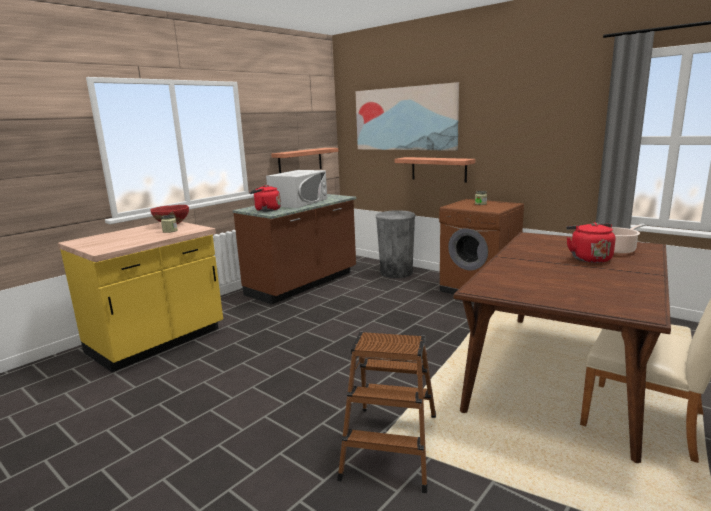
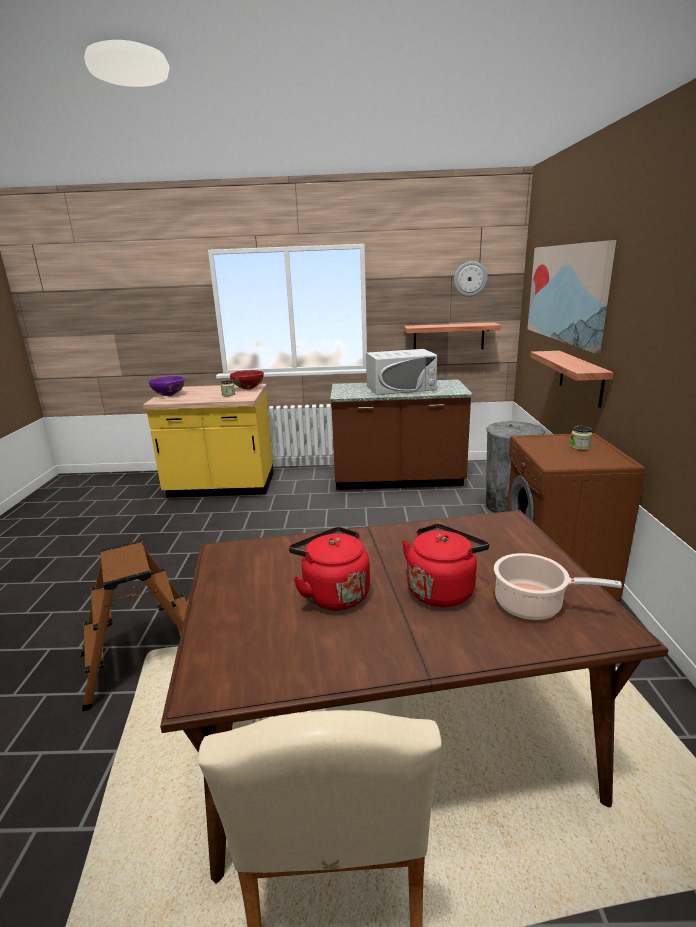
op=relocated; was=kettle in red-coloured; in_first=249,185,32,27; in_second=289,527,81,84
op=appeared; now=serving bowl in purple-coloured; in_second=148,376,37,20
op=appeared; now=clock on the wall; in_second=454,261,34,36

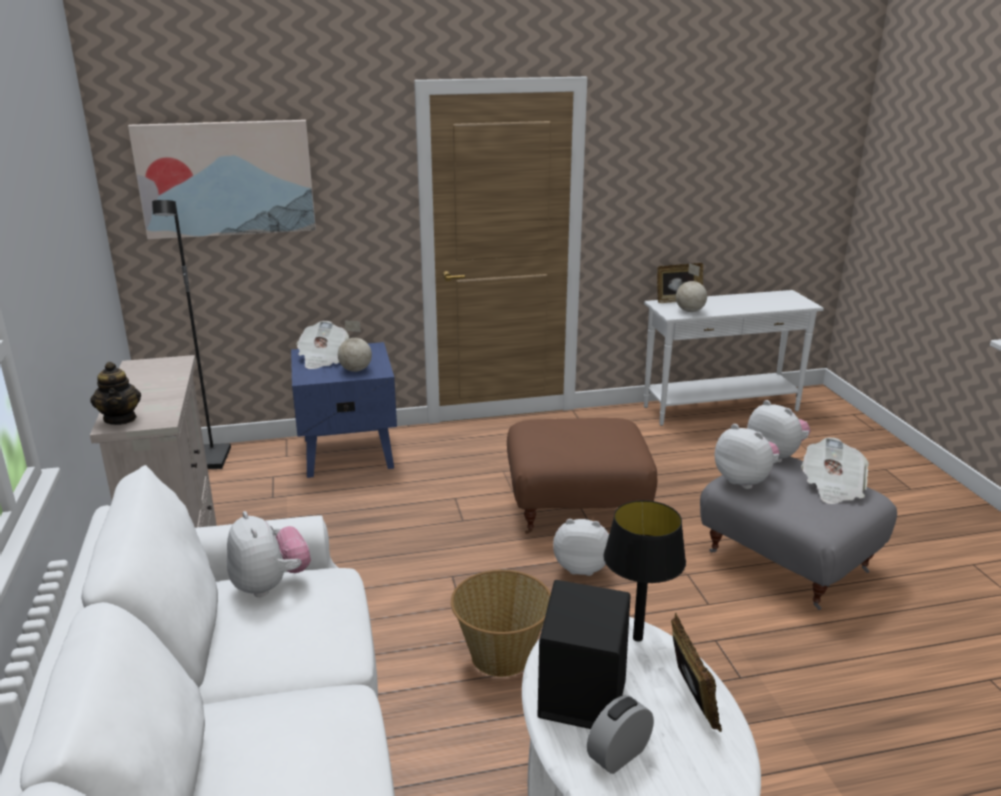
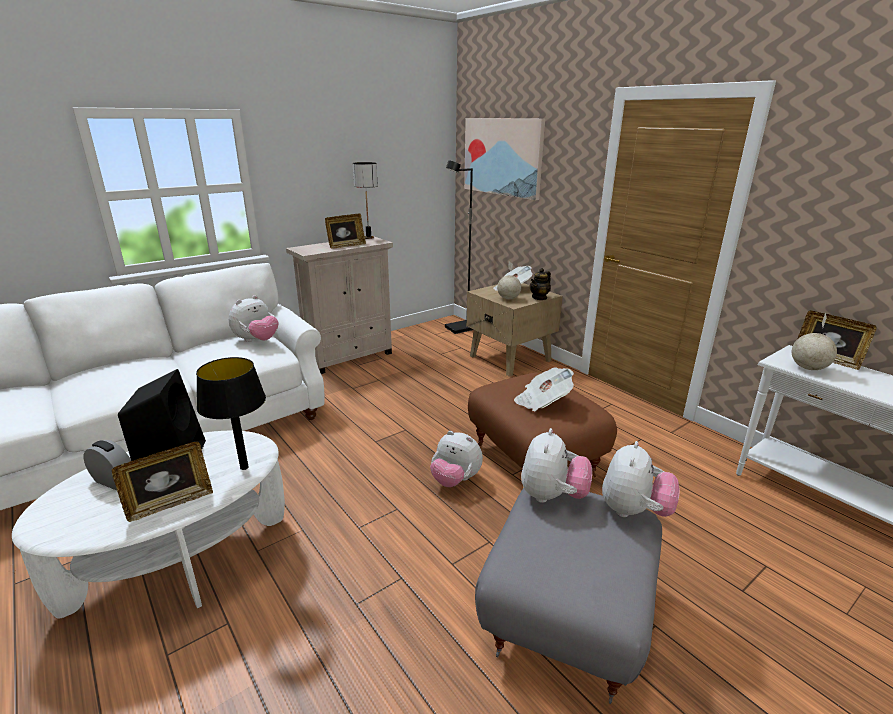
op=relocated; was=pot for tea; in_first=90,362,51,63; in_second=530,268,21,32
op=colour; was=night table in blue-coloured; now=night table in sand-coloured; in_first=291,342,106,136; in_second=466,283,97,94
op=missing; was=basket; in_first=451,570,100,107
op=spun; was=cuddly toy; in_first=553,519,56,57; in_second=430,431,53,56; clockwise=135
op=relocated; was=newspaper; in_first=801,437,68,67; in_second=514,367,60,44
op=appeared; now=standing frame; in_second=325,214,41,35
op=appeared; now=table lamp; in_second=353,162,25,77

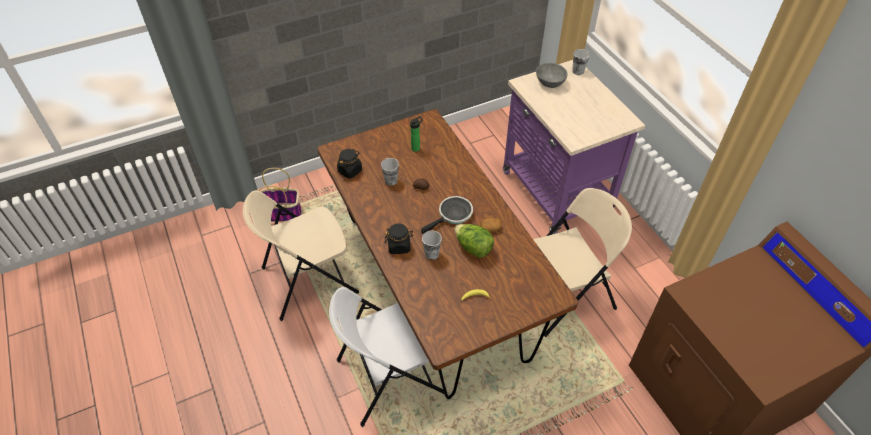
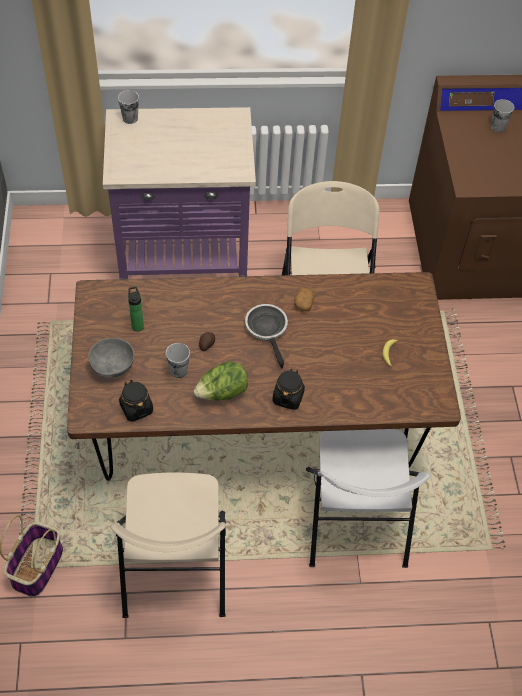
op=relocated; was=small cup; in_first=422,231,20,29; in_second=491,99,23,33
op=relocated; was=lettuce; in_first=454,224,40,34; in_second=194,362,54,39
op=relocated; was=serving bowl in grey; in_first=536,63,32,25; in_second=88,338,46,40

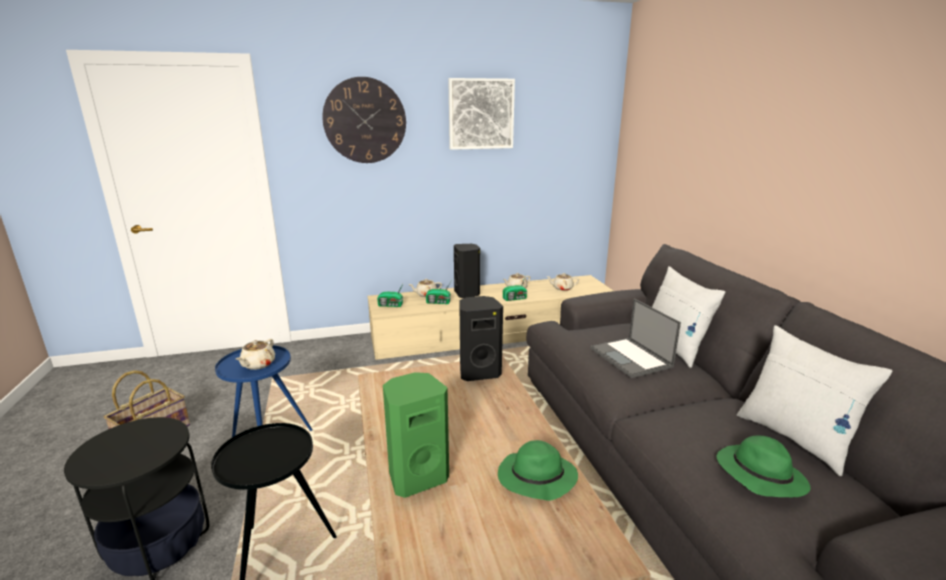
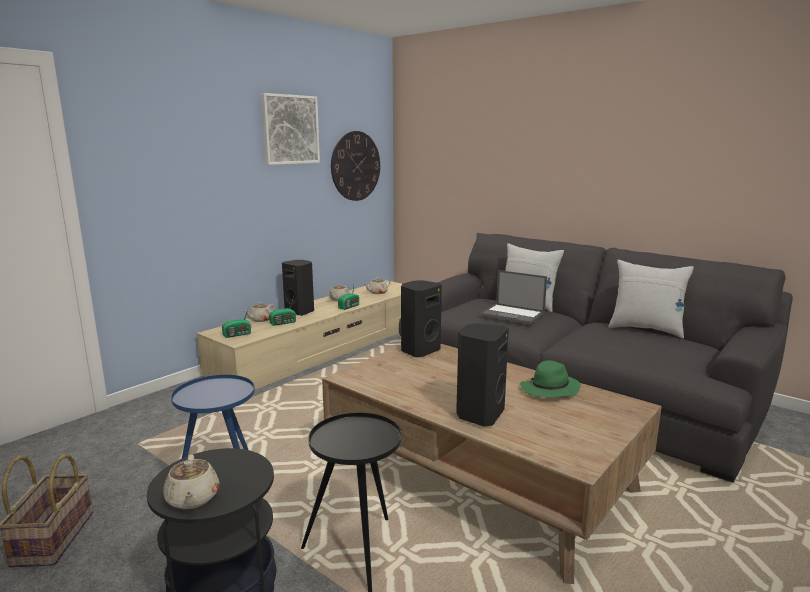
op=relocated; was=pot for tea in sand-coloured; in_first=236,339,39,31; in_second=163,455,56,54
op=relocated; was=clock on the wall; in_first=322,77,84,86; in_second=331,131,49,70
op=colour; was=loudspeaker in green-coloured; now=loudspeaker in black; in_first=383,372,66,126; in_second=456,323,53,104
op=missing; was=clothing hat in green-coloured; in_first=717,436,94,61

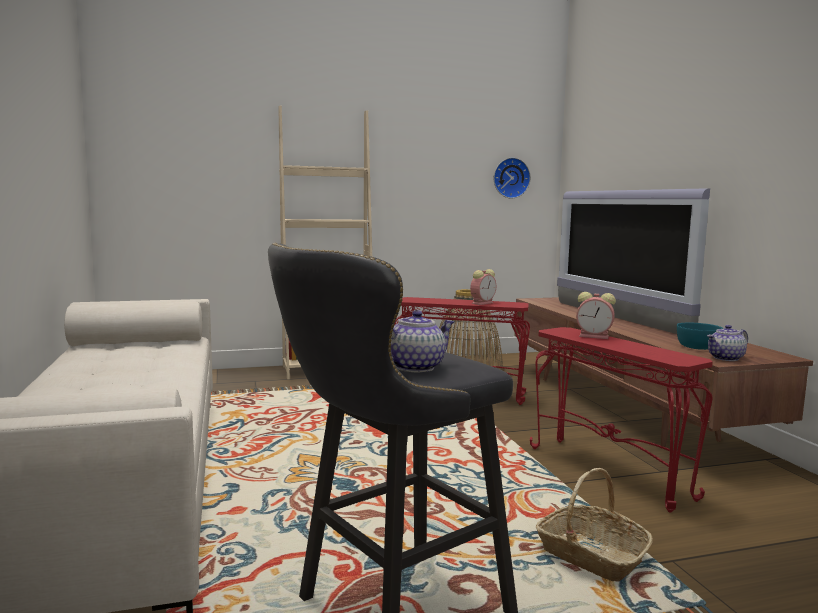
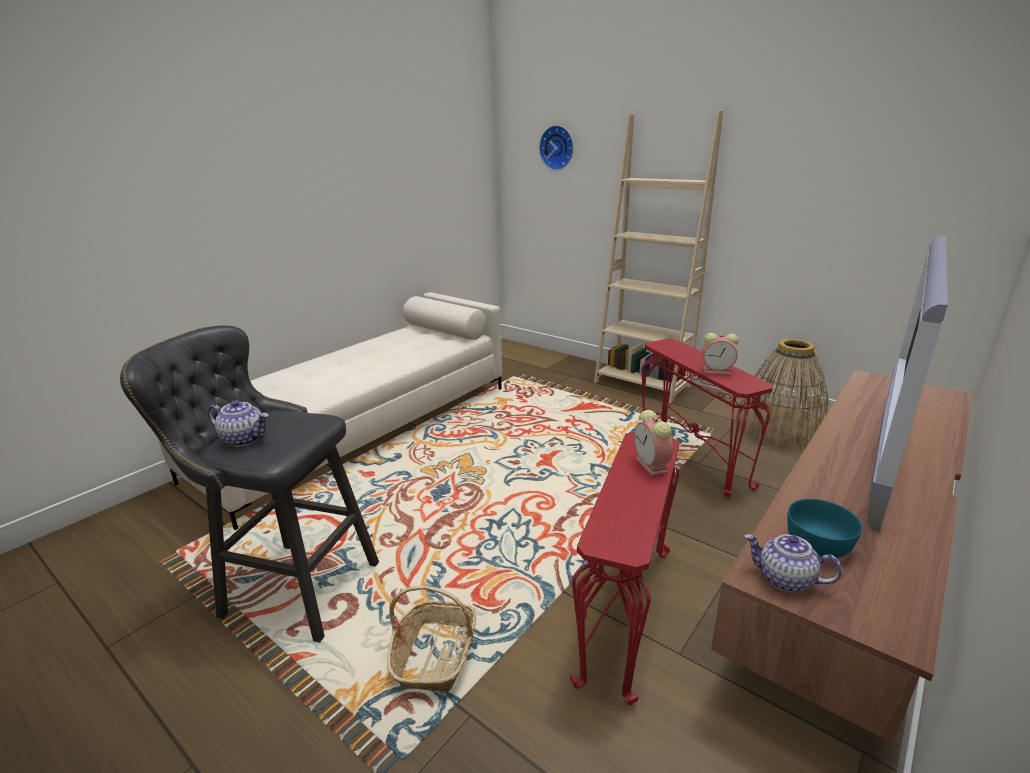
op=relocated; was=clock on the wall; in_first=494,157,37,41; in_second=539,125,35,45

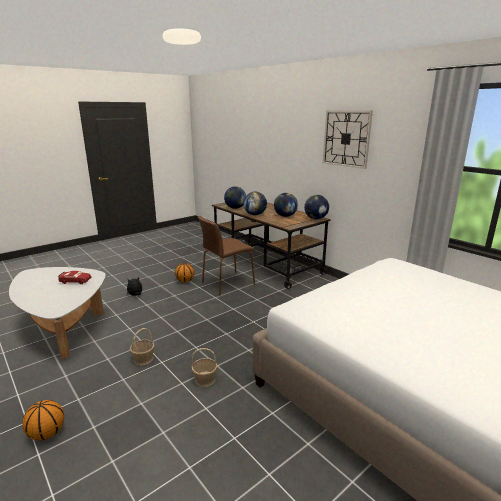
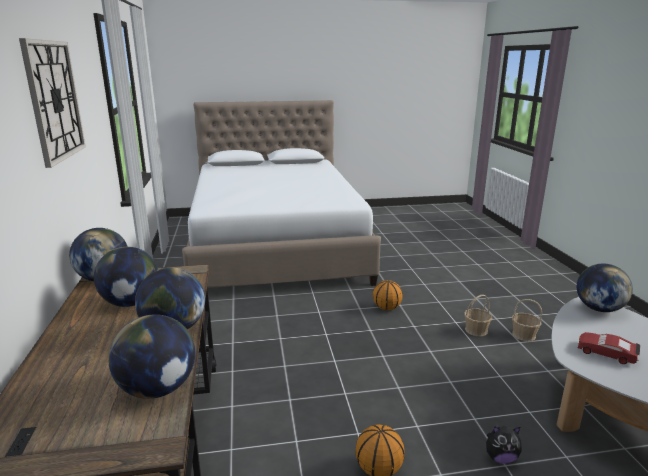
op=relocated; was=basketball ball; in_first=22,400,42,41; in_second=373,280,30,30
op=relocated; was=basket; in_first=192,348,25,39; in_second=512,299,30,42
op=missing; was=chair in brownish; in_first=198,216,57,79
op=appeared; now=globe; in_second=577,264,56,48

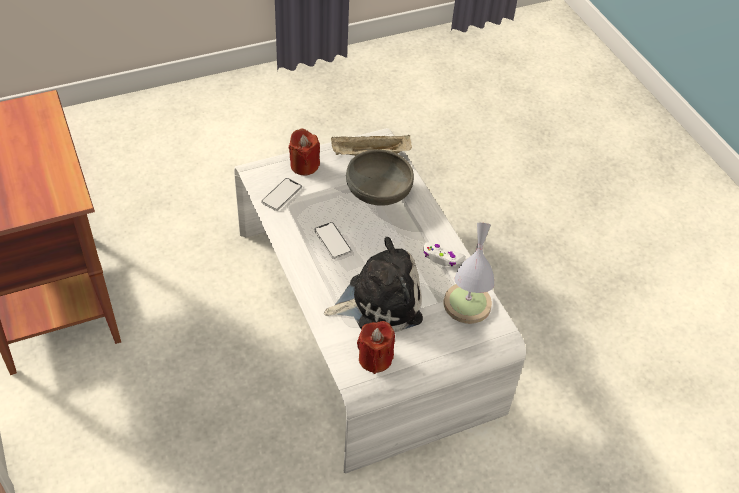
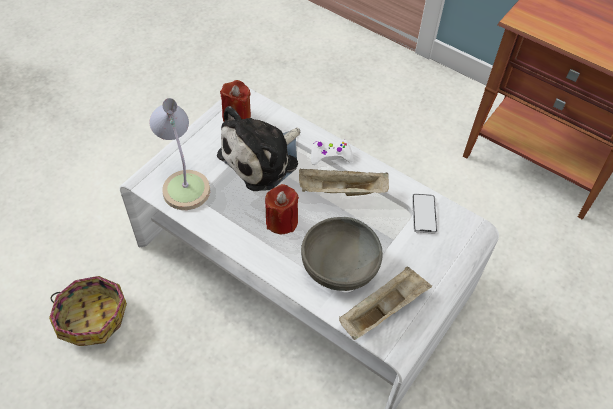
op=relocated; was=wax light in red-coloured; in_first=289,128,31,47; in_second=265,184,34,50
op=exchanged; was=handset; now=carrying tray in sand-coloured; in_first=314,222,38,37; in_second=299,168,90,28
op=relocated; was=game controller in whitish; in_first=423,242,43,25; in_second=311,139,42,26
op=appeared; now=basket; in_second=49,276,78,70

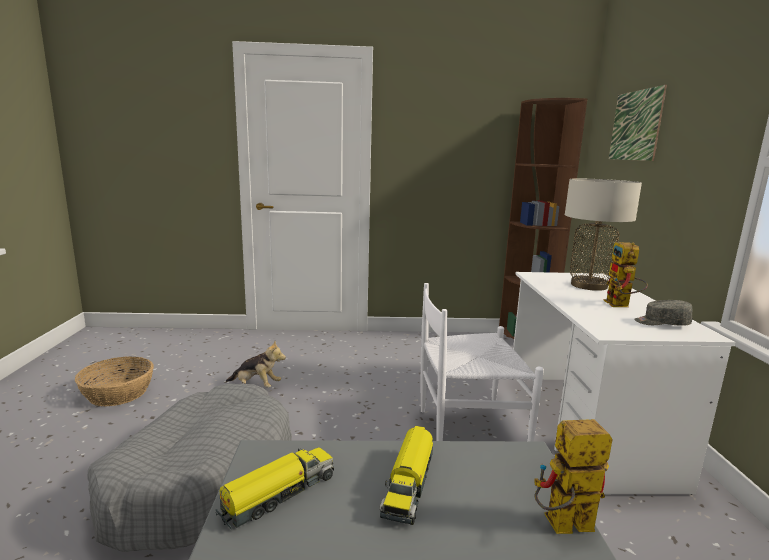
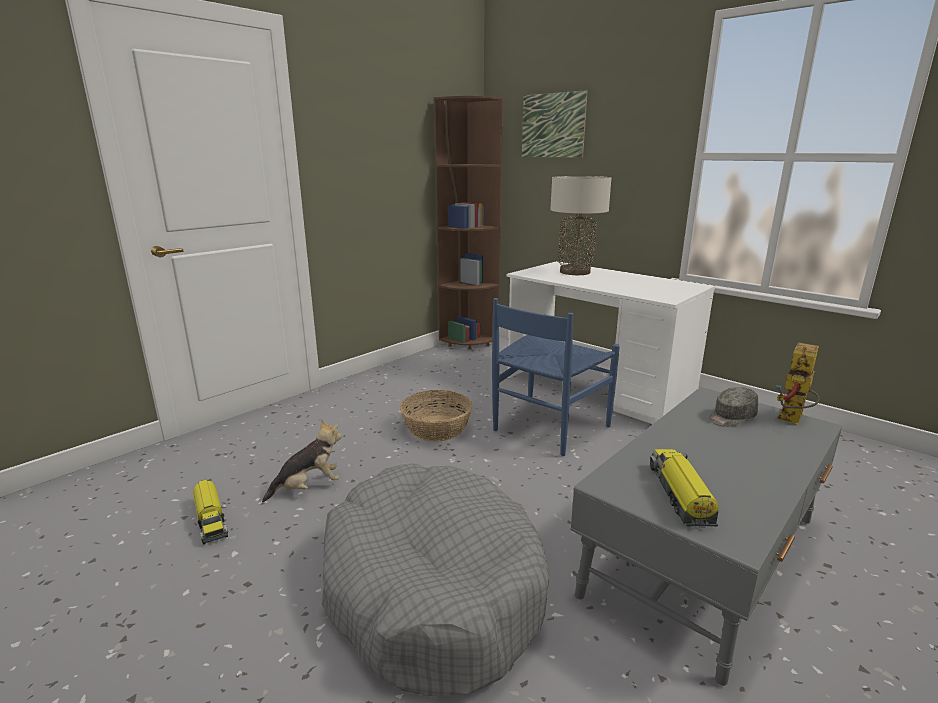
op=relocated; was=basket; in_first=75,356,79,50; in_second=400,390,73,51
op=relocated; was=toy lorry; in_first=379,426,54,99; in_second=193,480,35,65
op=colour; was=chair in whitish; now=chair in blue-coloured; in_first=421,283,123,159; in_second=492,298,128,158
op=missing; was=robot figure; in_first=604,242,44,65
op=relocated; was=cap in grey; in_first=634,300,58,26; in_second=709,387,49,40

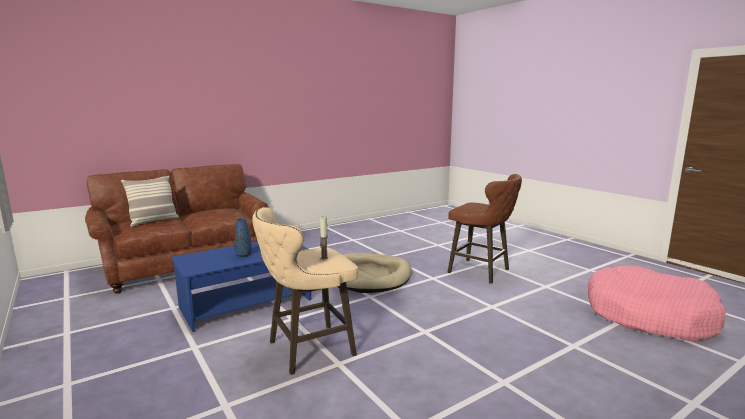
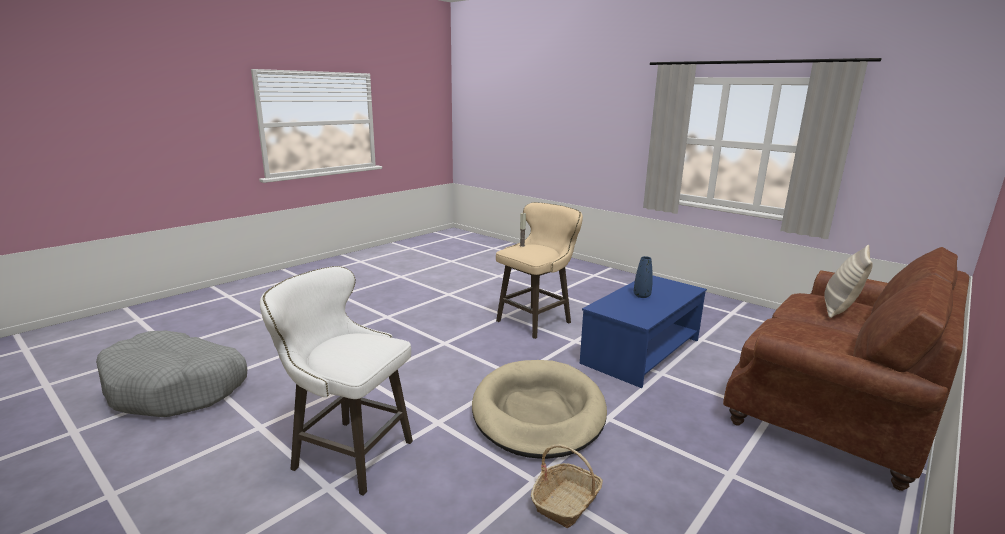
op=colour; was=stool in brownish; now=stool in whitish; in_first=447,174,75,110; in_second=260,266,153,230
op=colour; was=dog bed in pink; now=dog bed in grey; in_first=588,266,138,76; in_second=96,331,151,86
op=appeared; now=basket; in_second=531,444,72,84

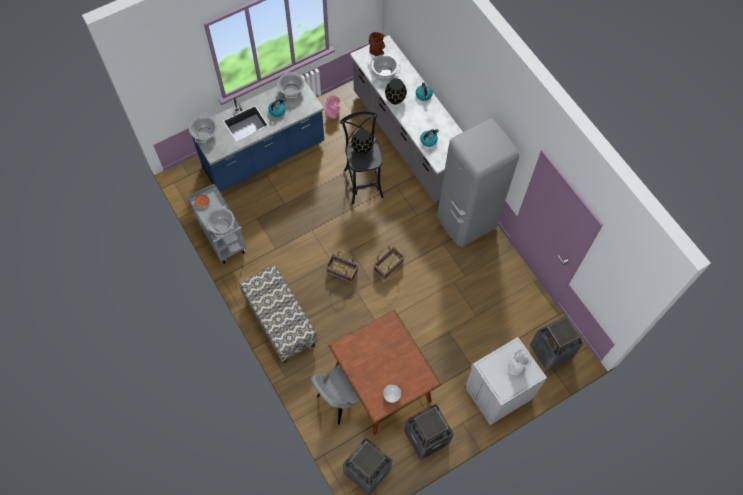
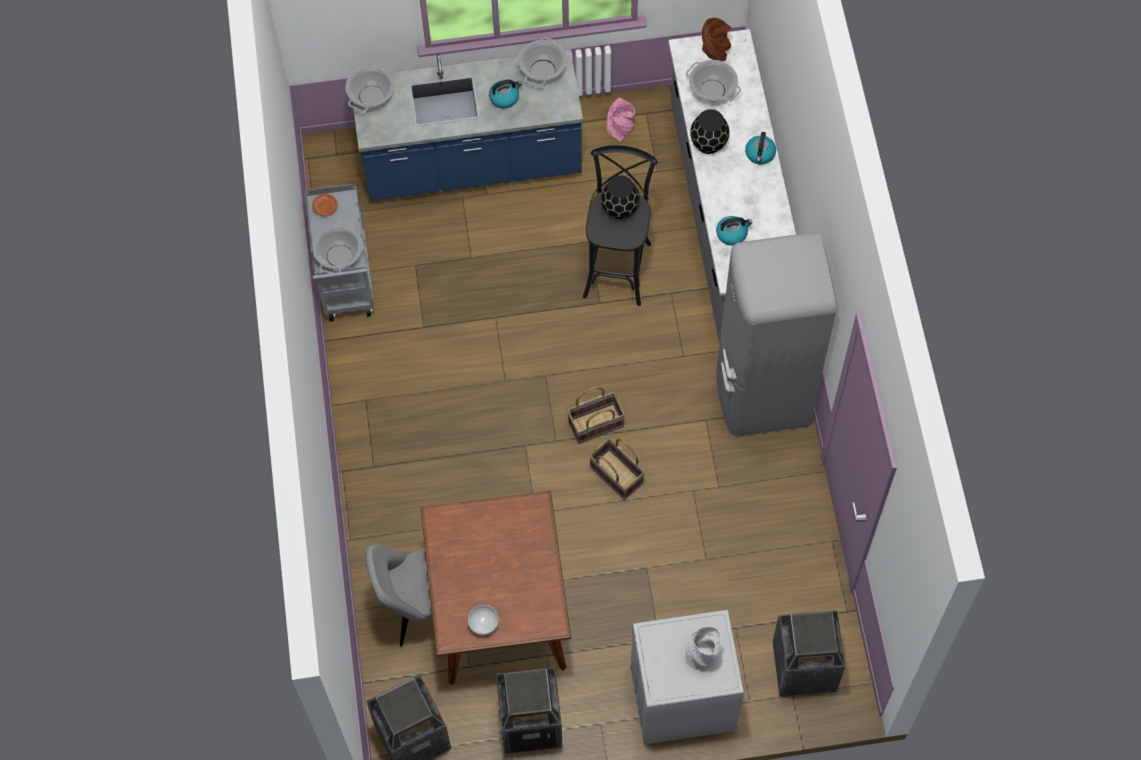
op=missing; was=bench; in_first=240,265,78,98
op=relocated; was=basket; in_first=326,251,32,32; in_second=589,438,56,62

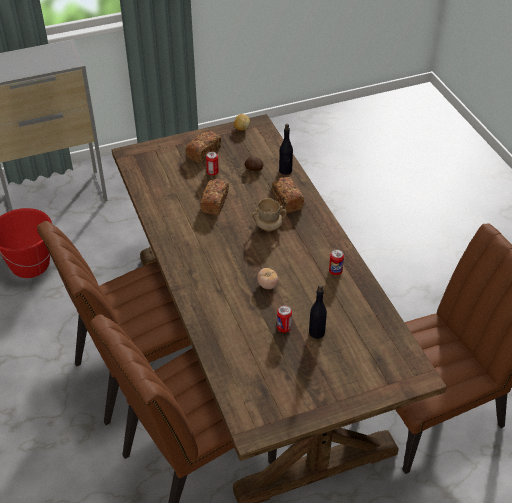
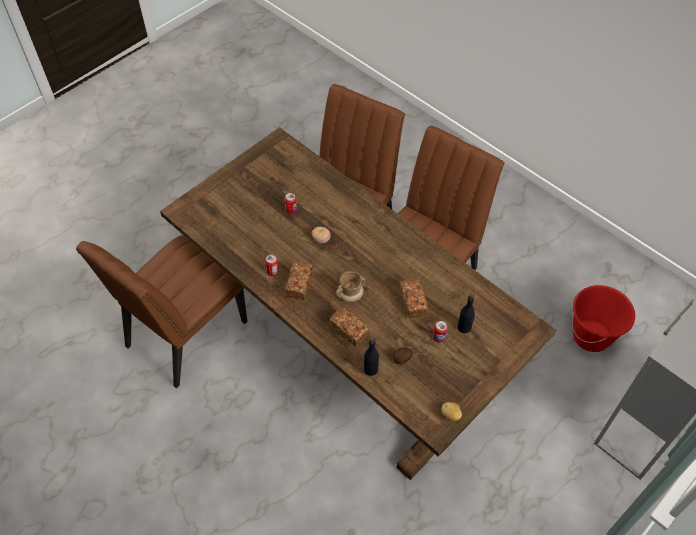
op=relocated; was=baked bread; in_first=185,131,36,32; in_second=285,260,28,40
op=relocated; was=bottle in black; in_first=309,285,18,54; in_second=457,294,18,39

